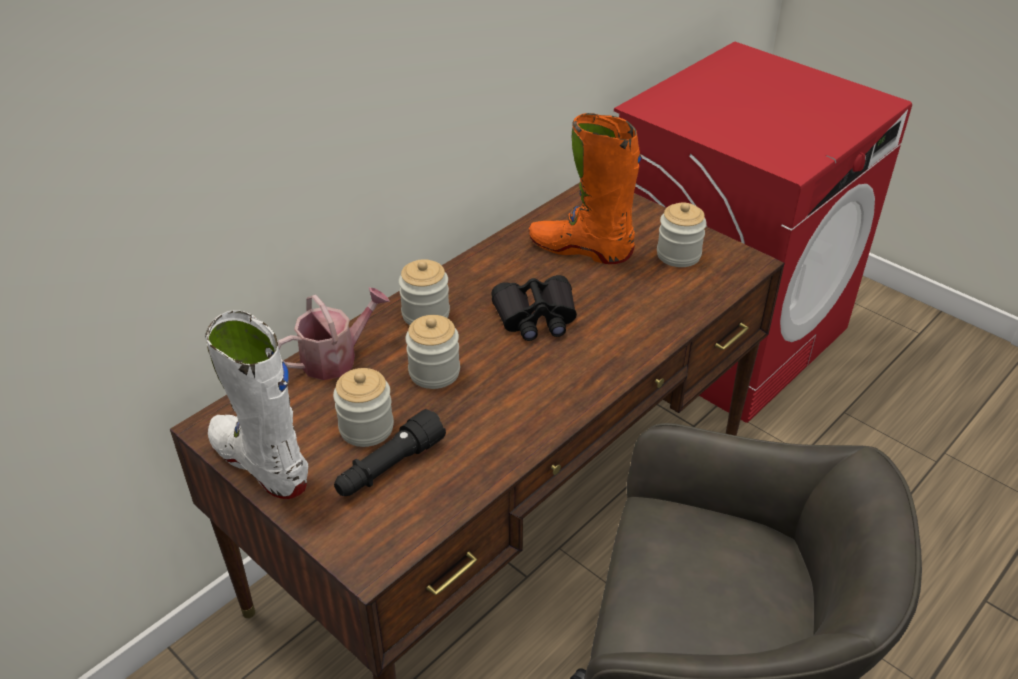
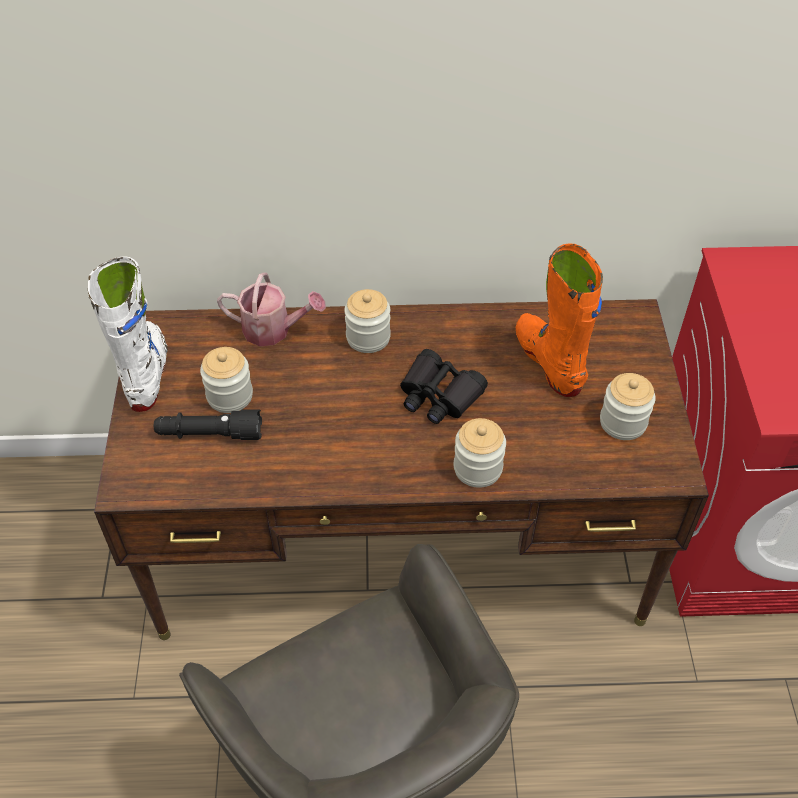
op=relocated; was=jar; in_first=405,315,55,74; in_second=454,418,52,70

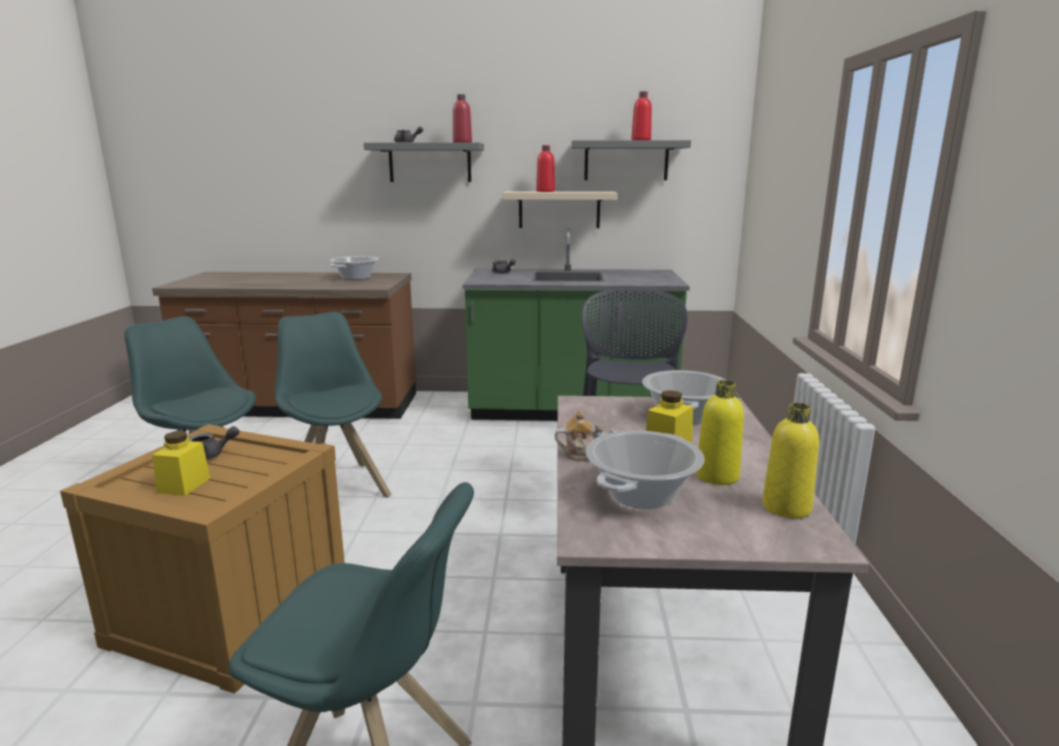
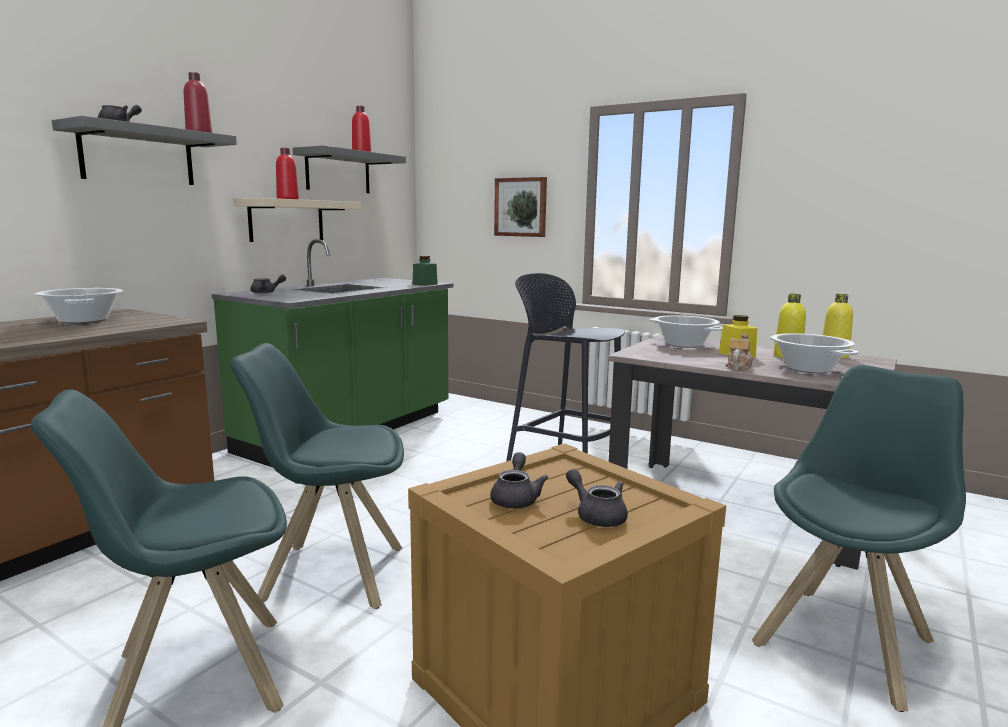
op=exchanged; was=jar in yellow; now=pot for tea in grey; in_first=152,431,58,65; in_second=566,469,62,58
op=appeared; now=jar in green-coloured; in_second=412,256,26,30
op=appeared; now=picture; in_second=494,177,53,60

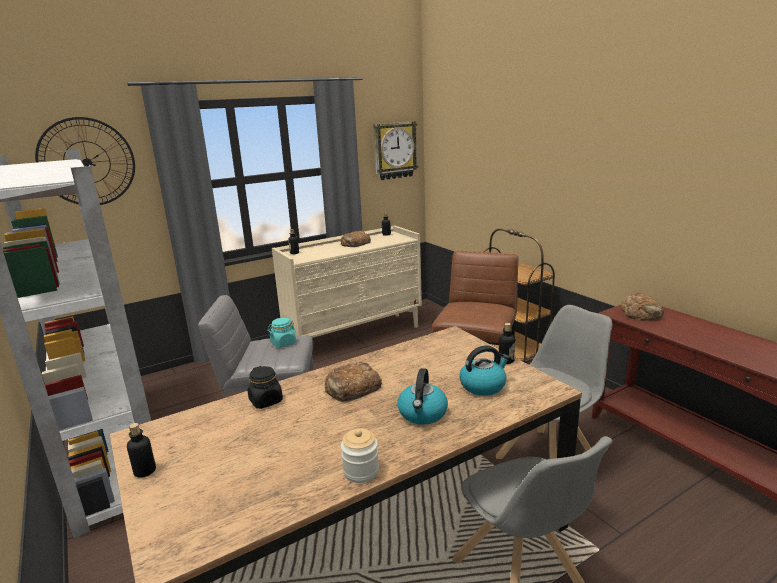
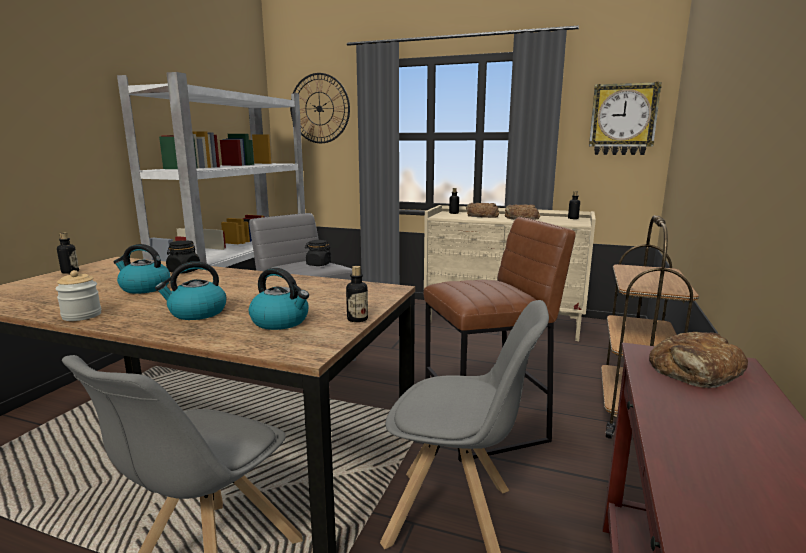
op=colour; was=jar in turquoise; now=jar in black; in_first=267,318,29,30; in_second=305,240,26,26
op=relocated; was=baked bread; in_first=325,362,57,40; in_second=466,203,34,15
op=appeared; now=kettle; in_second=114,244,56,50

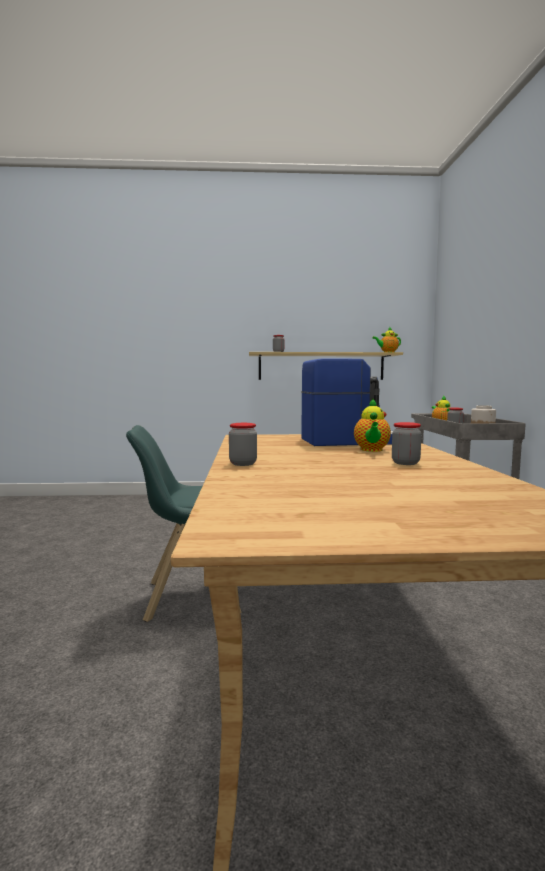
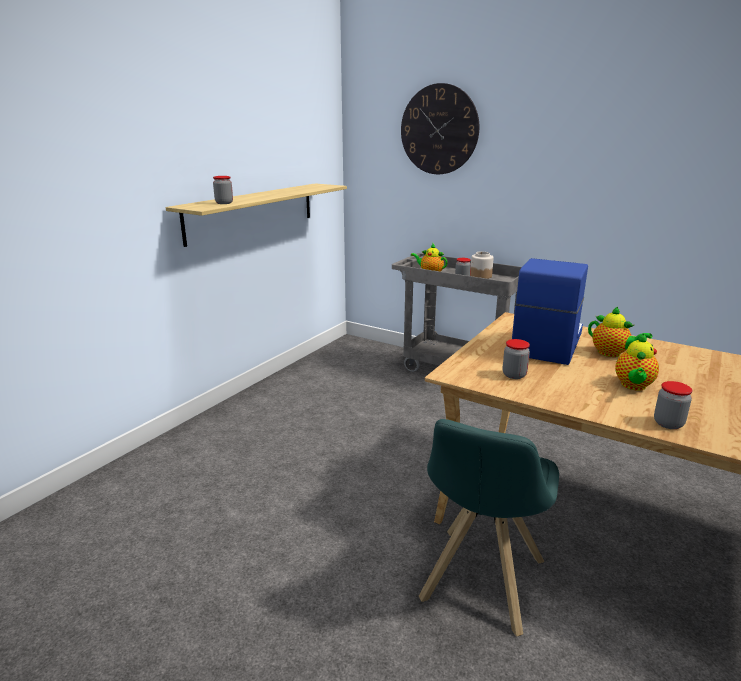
op=relocated; was=pot for tea; in_first=372,327,29,25; in_second=615,333,44,58
op=relocated; was=jar; in_first=392,422,30,43; in_second=503,339,27,40
op=appeared; now=clock on the wall; in_second=401,83,78,91

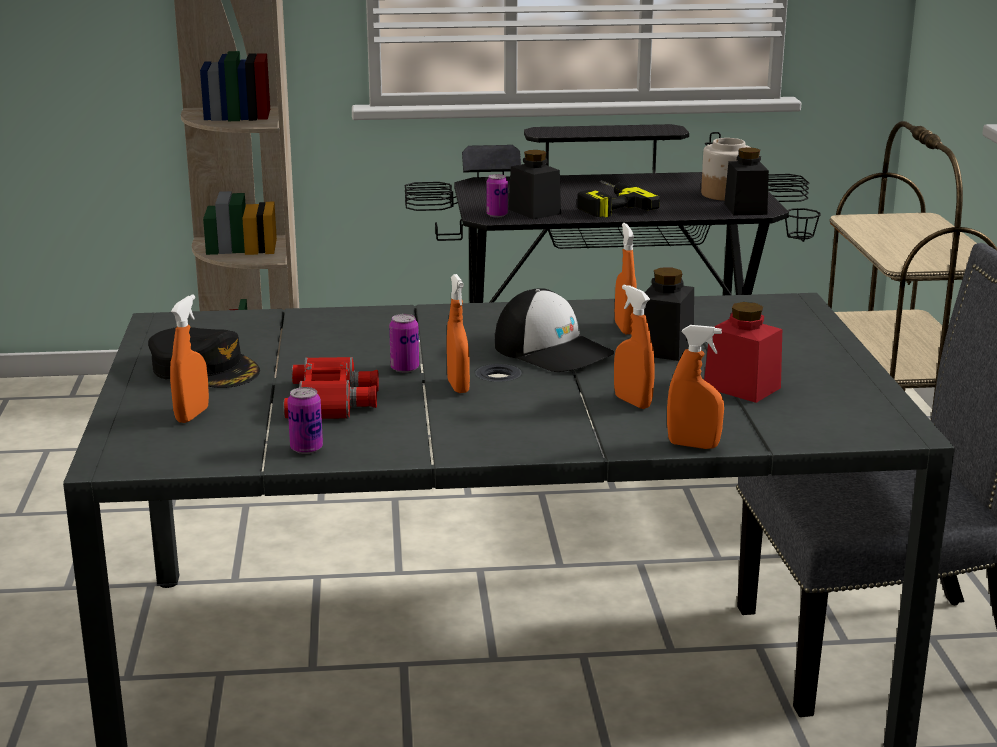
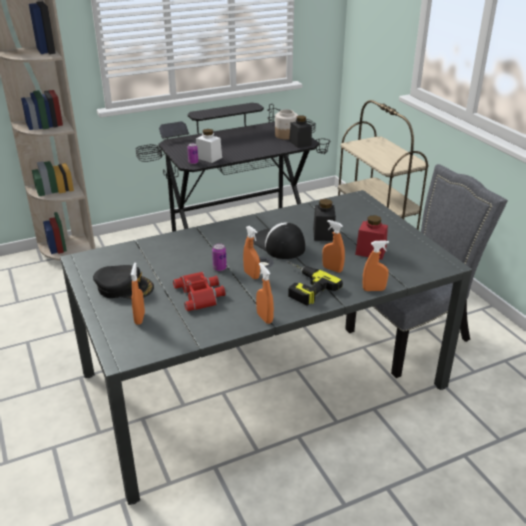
op=missing; was=metal can; in_first=288,387,35,67
op=spun; was=cap; in_first=495,288,119,84; in_second=253,222,52,37; clockwise=-150
op=colour; was=jar in black; now=jar in whitish; in_first=509,150,52,69; in_second=196,129,26,34
op=relocated; was=electric drill; in_first=577,180,83,37; in_second=286,261,57,45
op=relocated; was=hand sprayer in orange; in_first=615,223,21,111; in_second=256,263,18,61

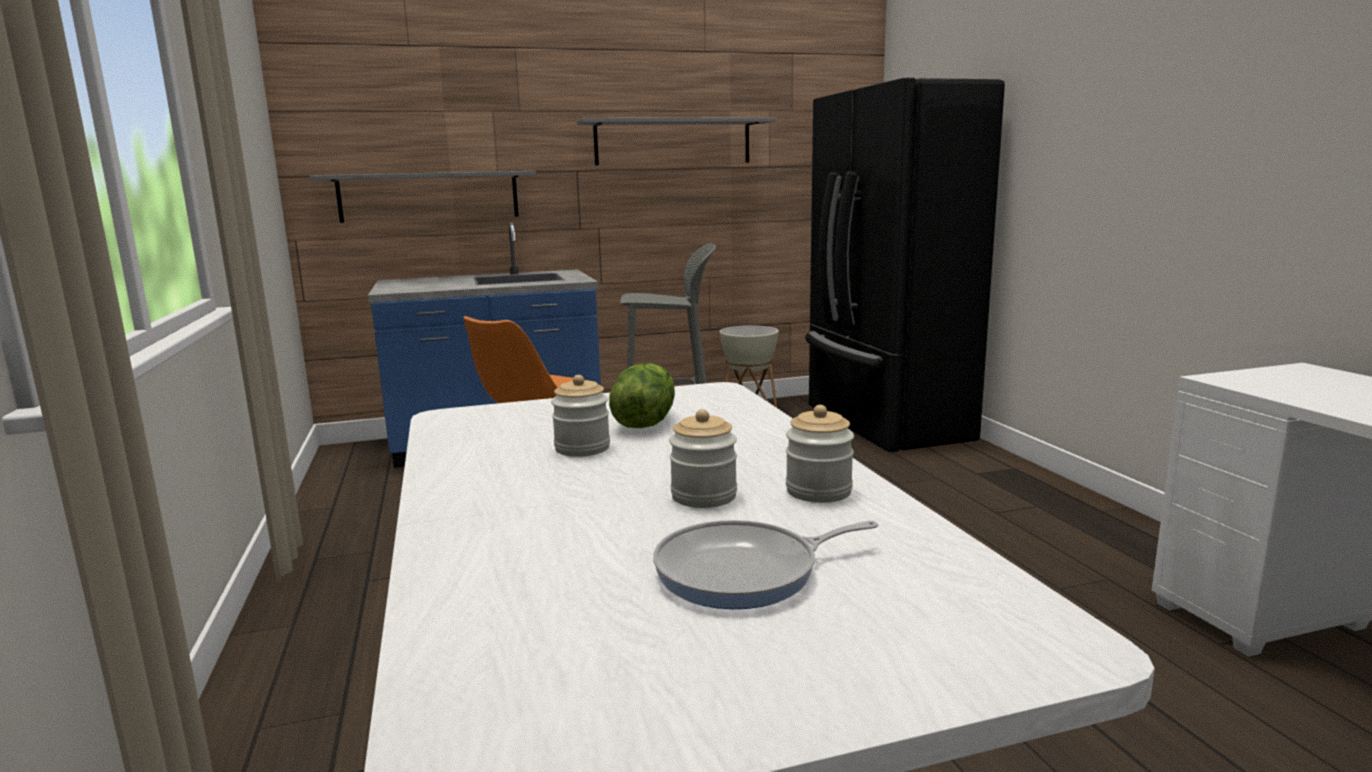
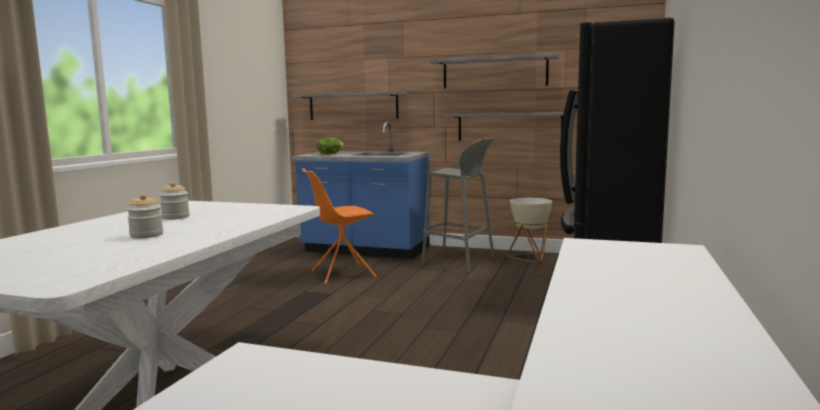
op=relocated; was=lettuce; in_first=609,363,66,65; in_second=317,137,27,17
op=missing; was=skillet; in_first=653,520,225,89
op=missing; was=jar; in_first=786,405,68,98
op=appeared; now=wall shelf in grey; in_second=443,112,121,29

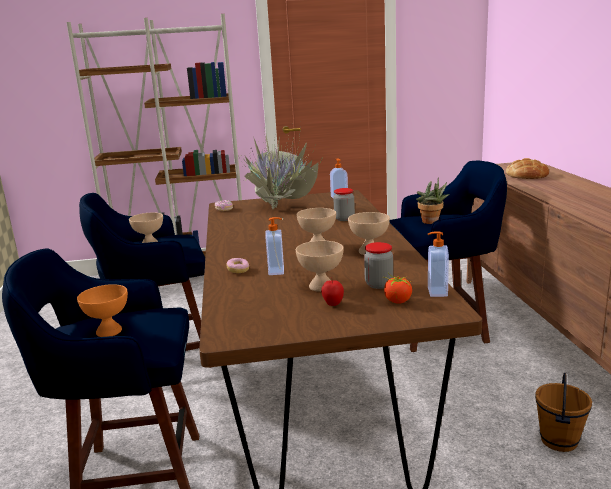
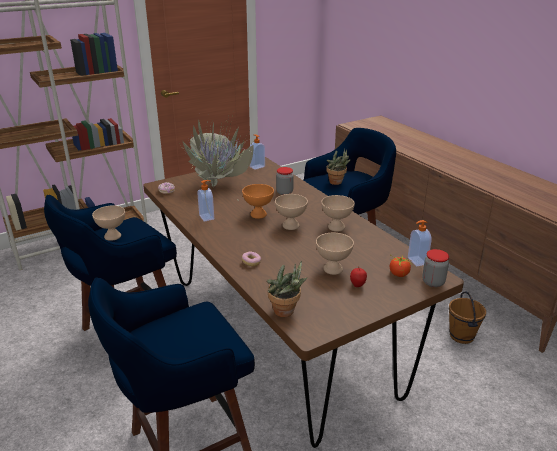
op=relocated; was=serving bowl in orange; in_first=77,284,51,53; in_second=242,184,32,35
op=relocated; was=soap bottle; in_first=265,217,19,58; in_second=197,180,17,42
op=relocated; was=jar; in_first=364,242,29,47; in_second=422,249,27,38
op=missing; was=baked bread; in_first=506,158,43,21
op=appeared; now=plant in a pot; in_second=267,261,40,56

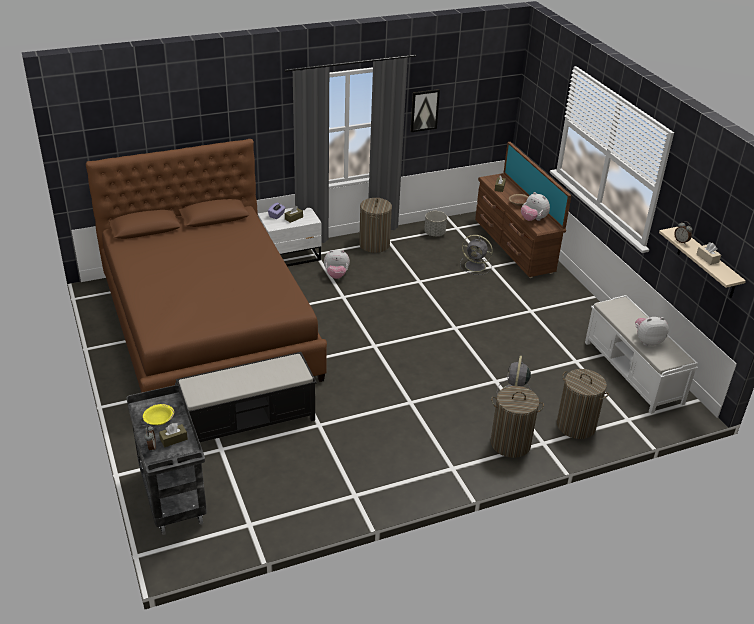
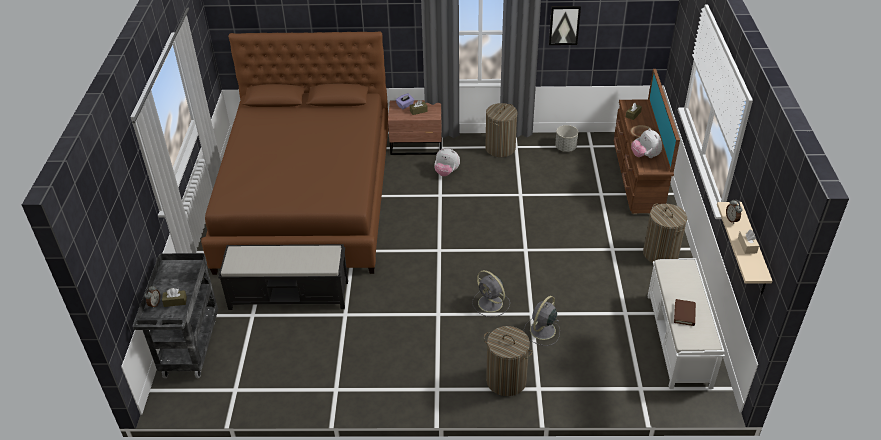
op=missing; was=serving bowl in yellow; in_first=143,404,31,21
op=colour; was=night table in whitish; now=night table in brownish; in_first=258,208,63,59; in_second=388,100,54,55
op=relocated; was=fan in grey; in_first=460,235,33,40; in_second=472,270,38,47
op=relocated; was=hamper; in_first=557,369,52,70; in_second=643,204,44,59
op=exchanged; was=cuddly toy; now=book in brownish; in_first=635,317,34,29; in_second=674,299,22,27

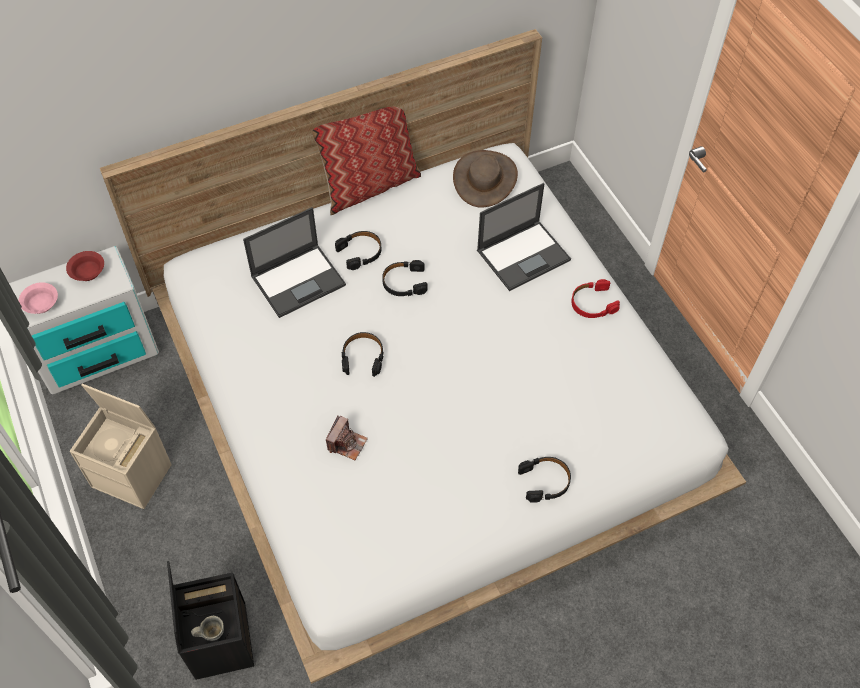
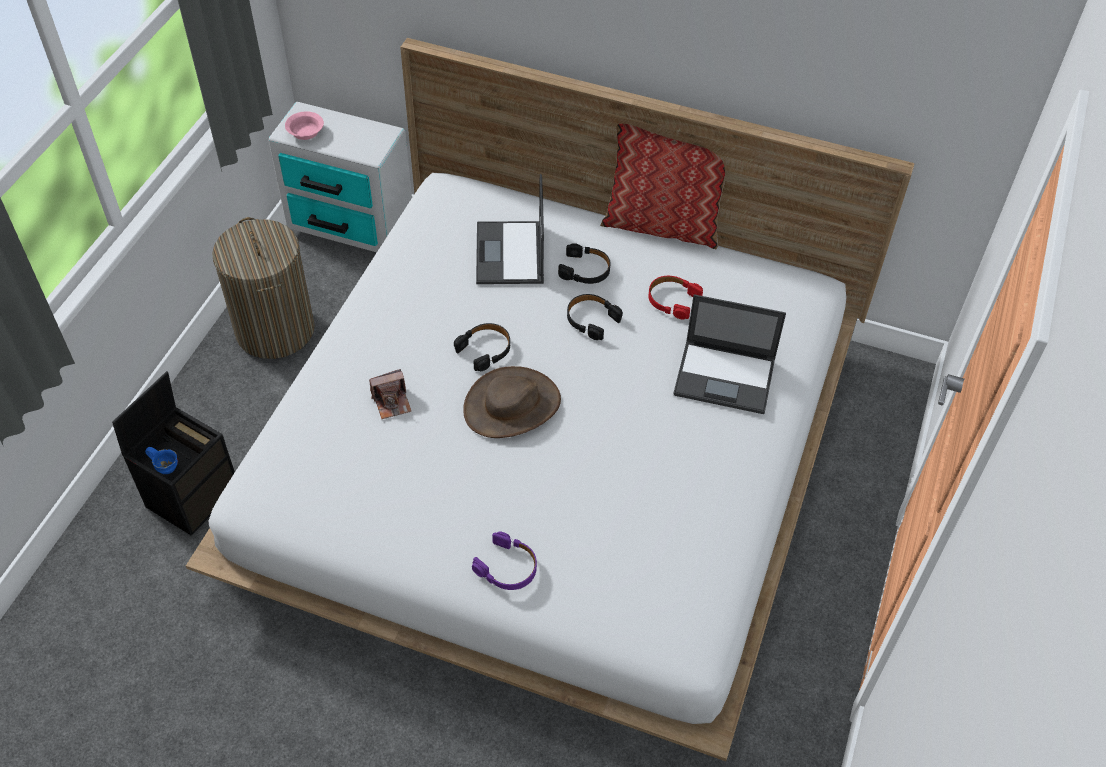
op=missing; was=serving bowl in red-coloured; in_first=66,251,38,30
op=exchanged; was=storage box in sand-coloured; now=hamper; in_first=70,384,102,125; in_second=212,217,103,142
op=colour; was=mug in grey; now=mug in blue-coloured; in_first=191,616,33,25; in_second=145,447,33,27
op=spun; was=portable computer; in_first=243,207,103,111; in_second=476,174,68,110; clockwise=75
op=relocated; was=clothing hat in brownish; in_first=453,150,65,58; in_second=463,366,98,72
op=colour; was=pair of headphones in black; now=pair of headphones in purple-coloured; in_first=518,457,53,46; in_second=472,531,65,59
op=relocated; was=pair of headphones in red-coloured; in_first=571,279,49,39; in_second=648,276,55,44

